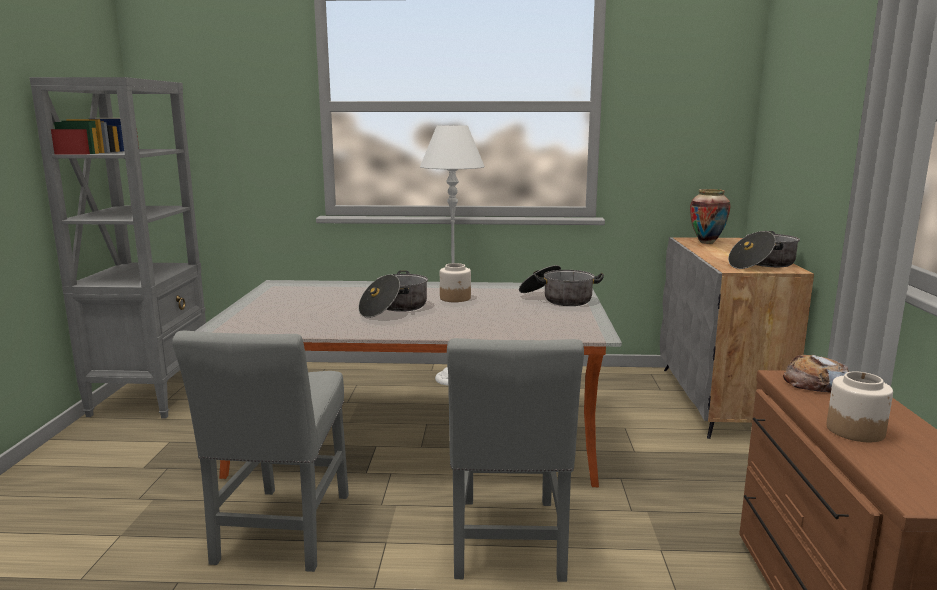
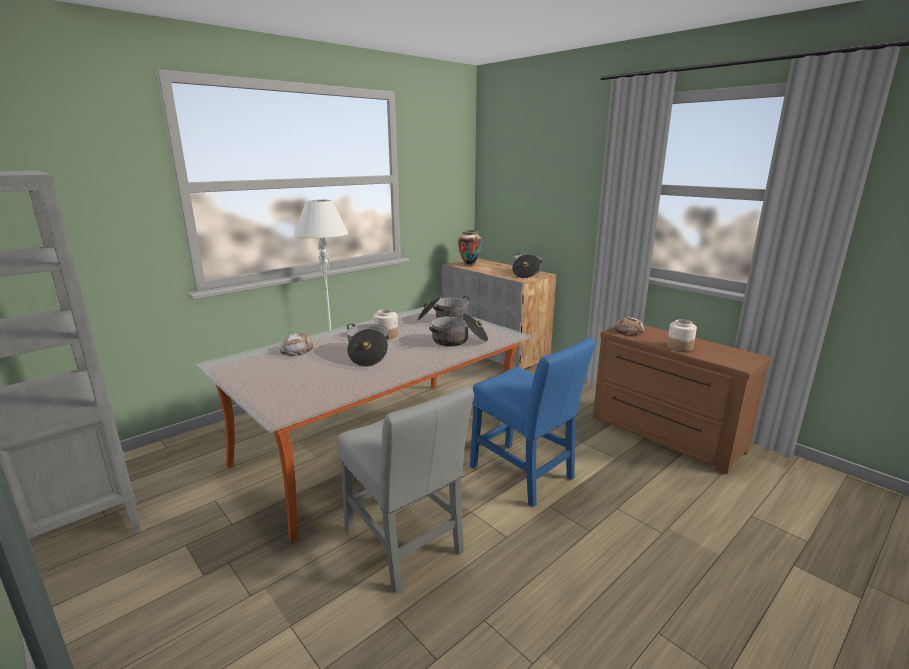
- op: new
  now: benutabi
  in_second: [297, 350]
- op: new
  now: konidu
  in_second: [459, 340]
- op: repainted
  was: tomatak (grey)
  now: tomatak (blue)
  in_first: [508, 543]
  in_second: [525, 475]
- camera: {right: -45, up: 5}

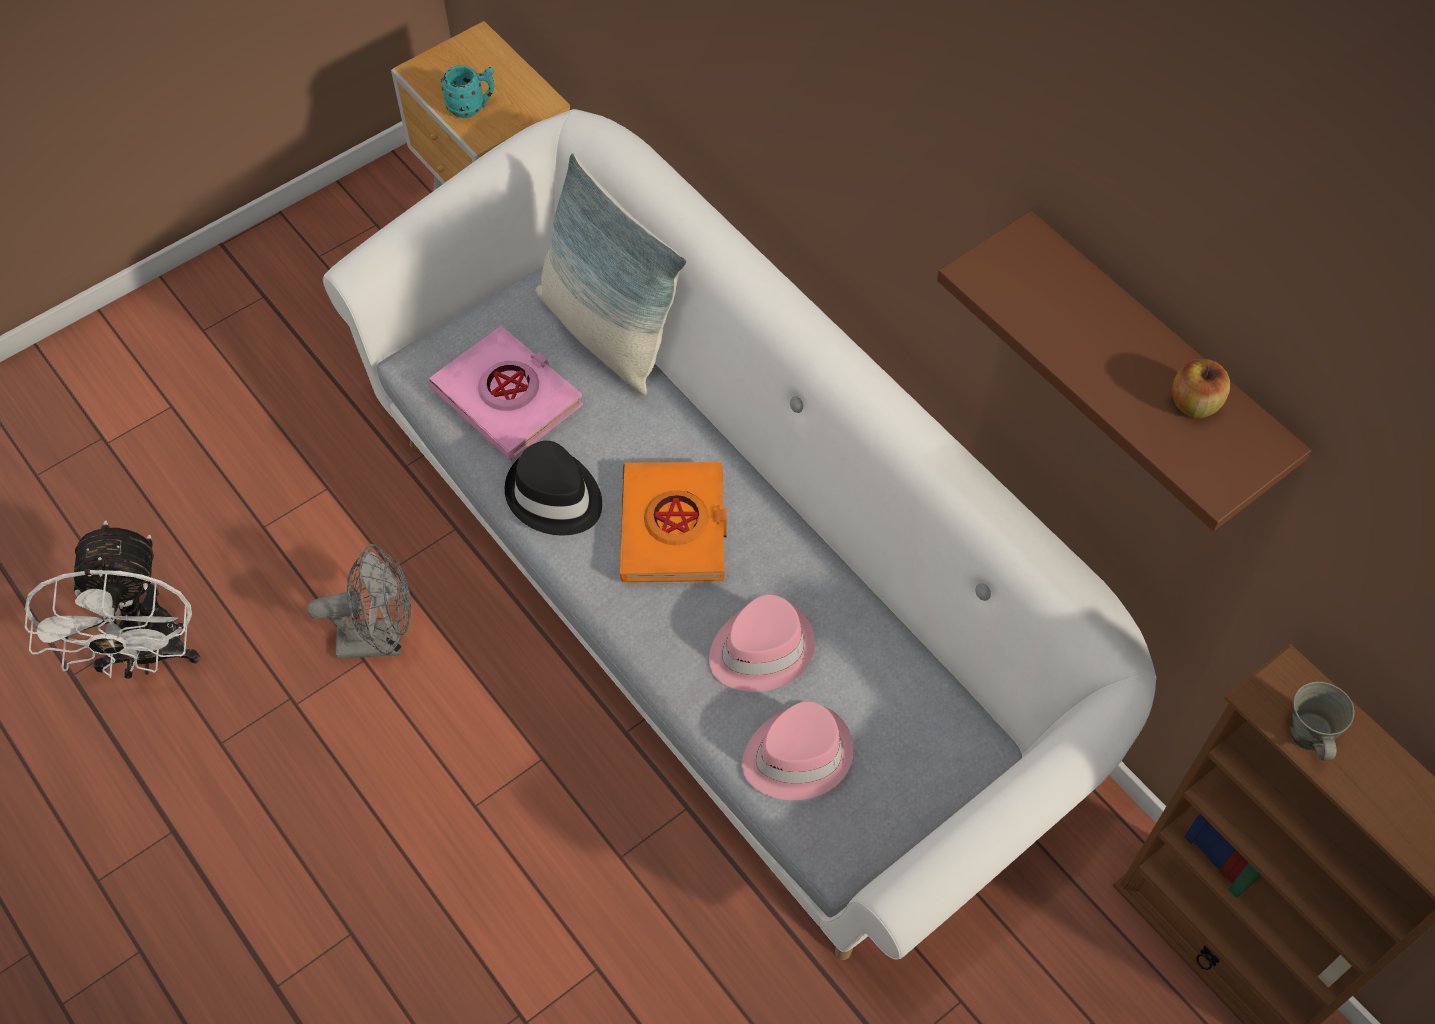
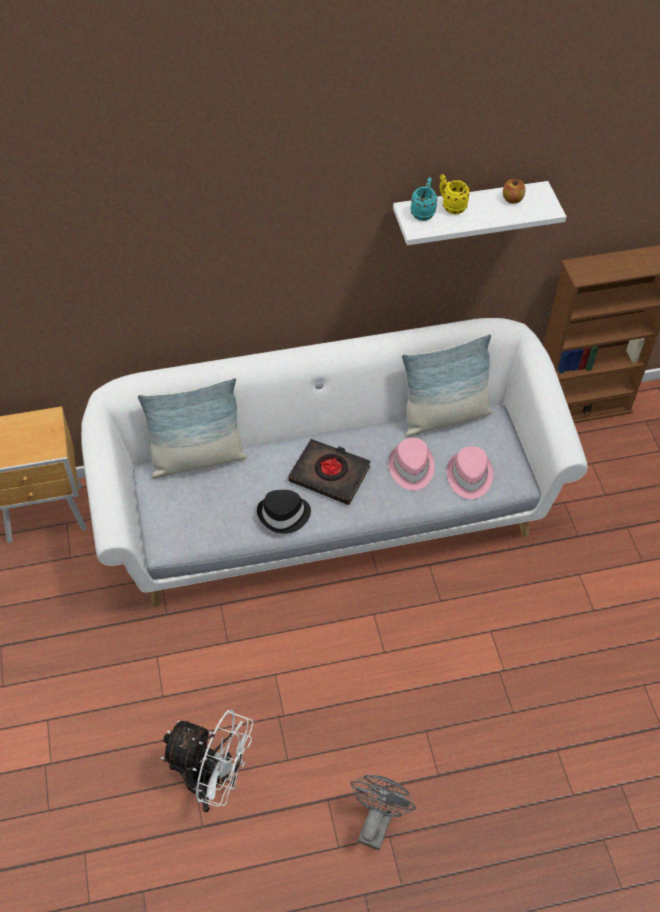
- op: repainted
  was: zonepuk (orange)
  now: zonepuk (black)
  in_first: [674, 528]
  in_second: [330, 474]
- op: shifted
  was: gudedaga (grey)
  in_first: [381, 640]
  in_second: [376, 821]
- op: repainted
  was: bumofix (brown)
  now: bumofix (white)
  in_first: [1149, 365]
  in_second: [468, 213]
- op: new
  now: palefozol
  in_second: [444, 417]
- op: shifted
  was: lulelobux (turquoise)
  in_first: [472, 107]
  in_second: [423, 212]
- op: new
  now: lulelobux (yellow)
  in_second: [451, 206]
- op: gone
  was: zonepuk (pink)
  in_first: [508, 398]
- op: gone
  was: lulelobux (grey)
  in_first: [1309, 735]
- camera: {right: -65, up: -5}

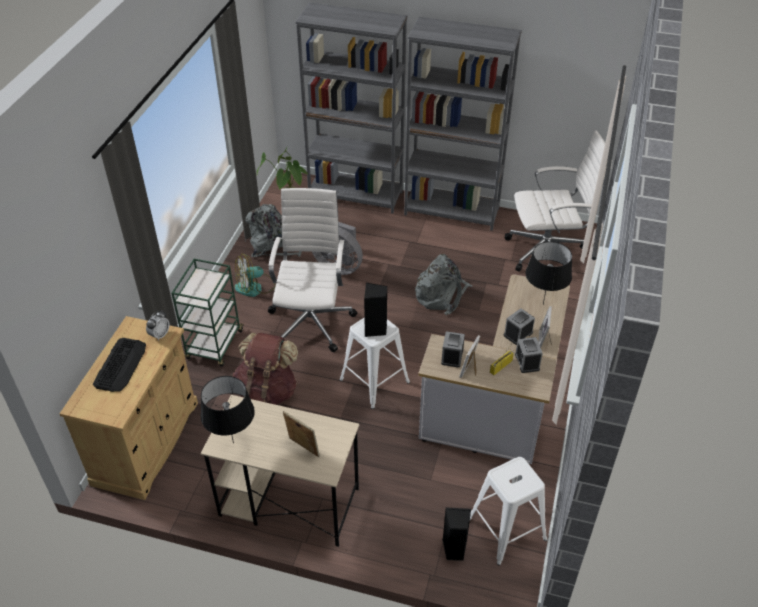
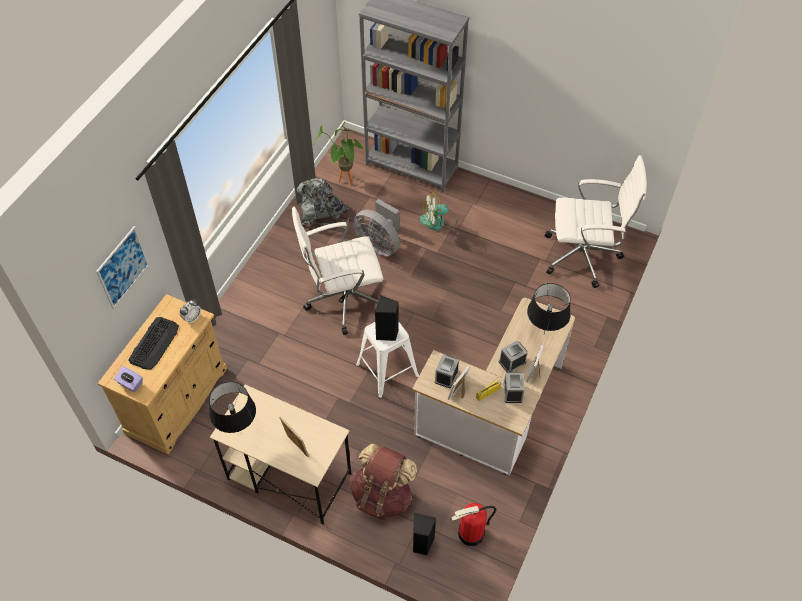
- op: new
  now: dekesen
  in_second: [123, 267]
- op: new
  now: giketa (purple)
  in_second: [130, 384]
- op: rotated
  was: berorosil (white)
  in_first: [312, 320]
  in_second: [343, 299]
  clockwise: -120
- op: shifted
  was: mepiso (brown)
  in_first: [267, 391]
  in_second: [382, 495]
- op: shifted
  was: gudedaga
  in_first: [255, 287]
  in_second: [438, 221]
- op: swapped
  was: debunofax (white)
  now: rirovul
  in_first: [506, 530]
  in_second: [471, 534]
- op: gone
  was: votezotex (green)
  in_first: [214, 345]
- op: gone
  was: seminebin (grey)
  in_first: [452, 211]
- op: gone
  was: mepiso (grey)
  in_first: [441, 295]
- camera: {right: 10, up: 10}

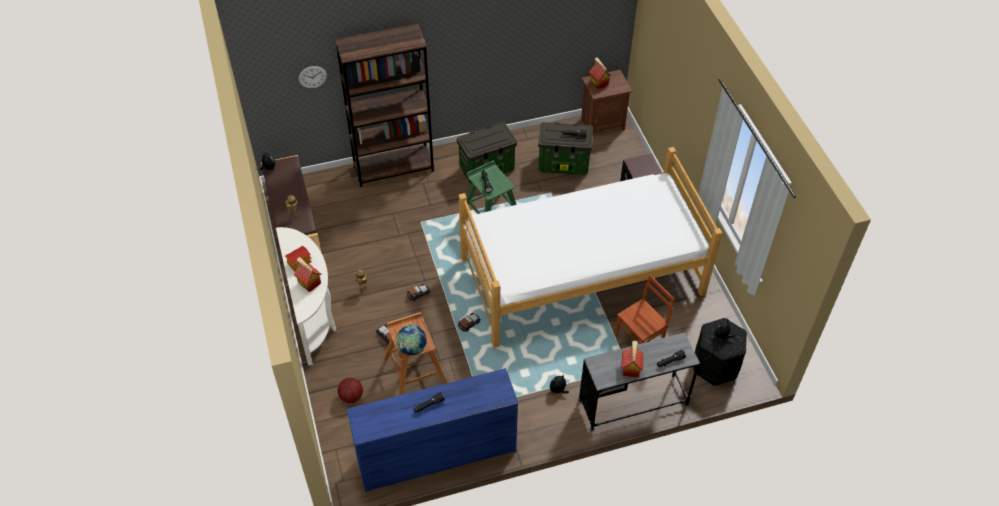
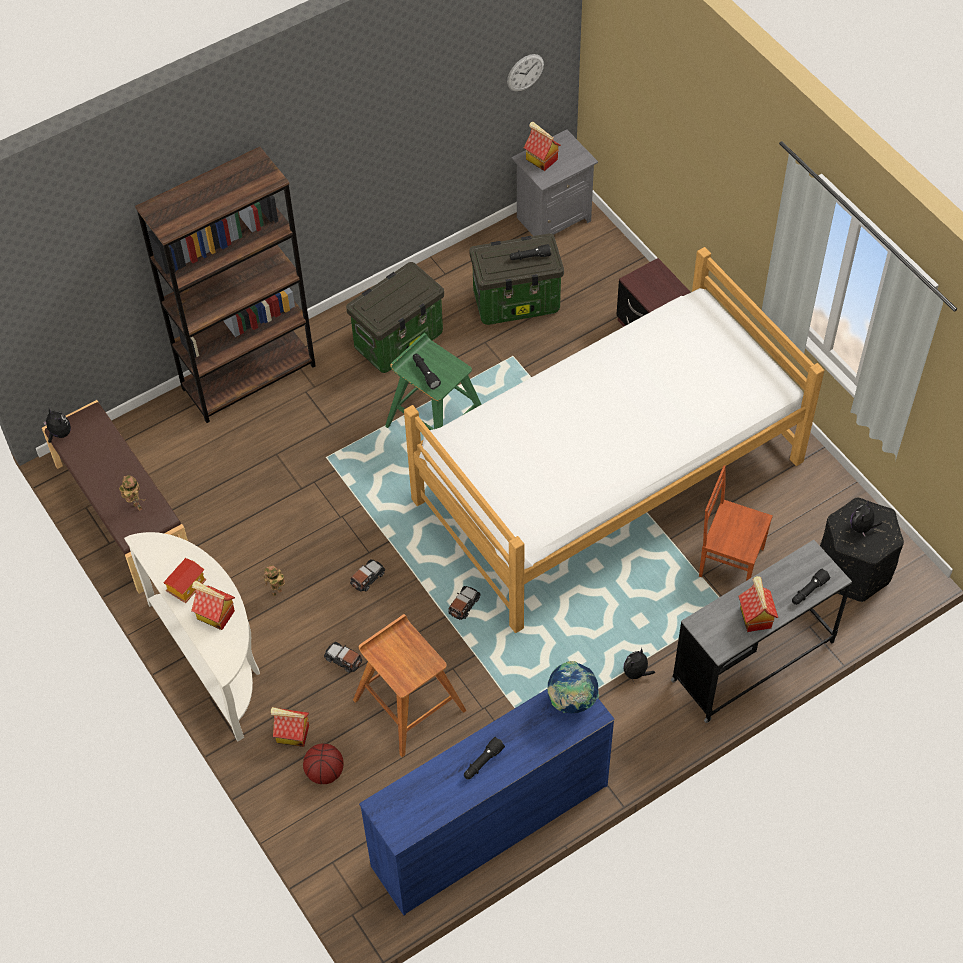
- op: new
  now: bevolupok
  in_second: [292, 734]
- op: shifted
  was: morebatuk
  in_first: [312, 77]
  in_second: [525, 72]
- op: repainted
  was: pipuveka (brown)
  now: pipuveka (grey)
  in_first: [602, 123]
  in_second: [552, 219]
- op: shifted
  was: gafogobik
  in_first: [411, 349]
  in_second: [571, 700]
- op: rotated
  was: tomatak (brown)
  in_first: [639, 340]
  in_second: [730, 561]
  clockwise: -105
- camera: {right: -15, up: 5}

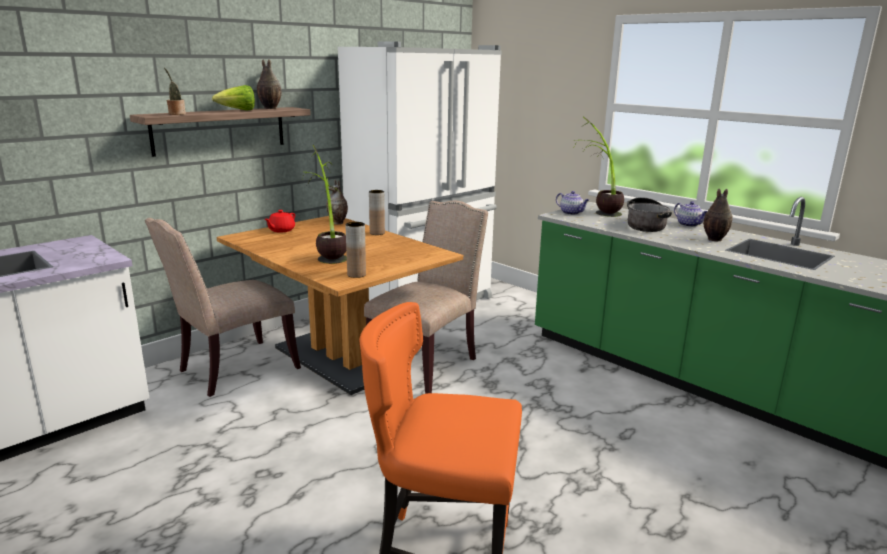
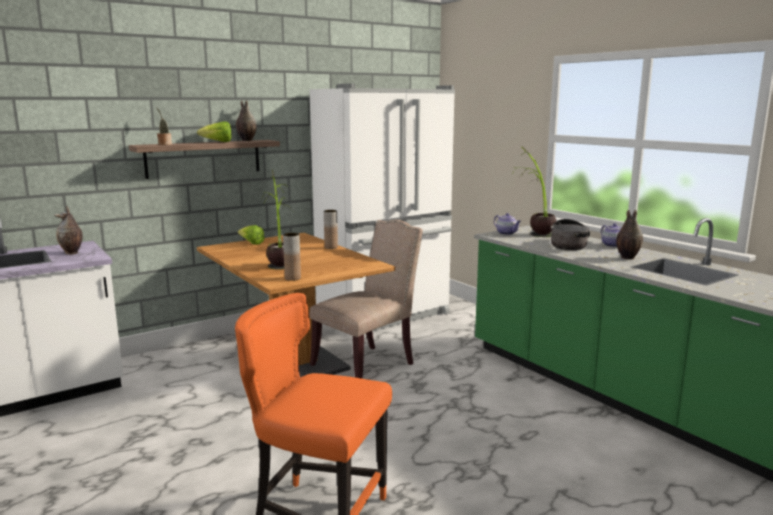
- op: shifted
  was: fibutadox
  in_first: [338, 223]
  in_second: [72, 253]
- op: swapped
  was: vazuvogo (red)
  now: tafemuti
  in_first: [281, 230]
  in_second: [251, 243]
- op: gone
  was: tomatak (beige)
  in_first: [234, 370]
- camera: {right: 10, up: -5}

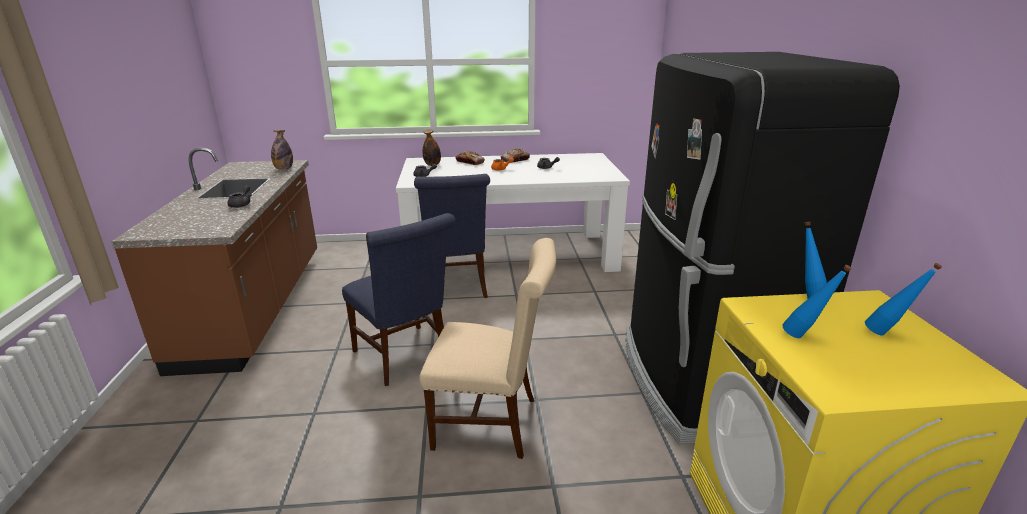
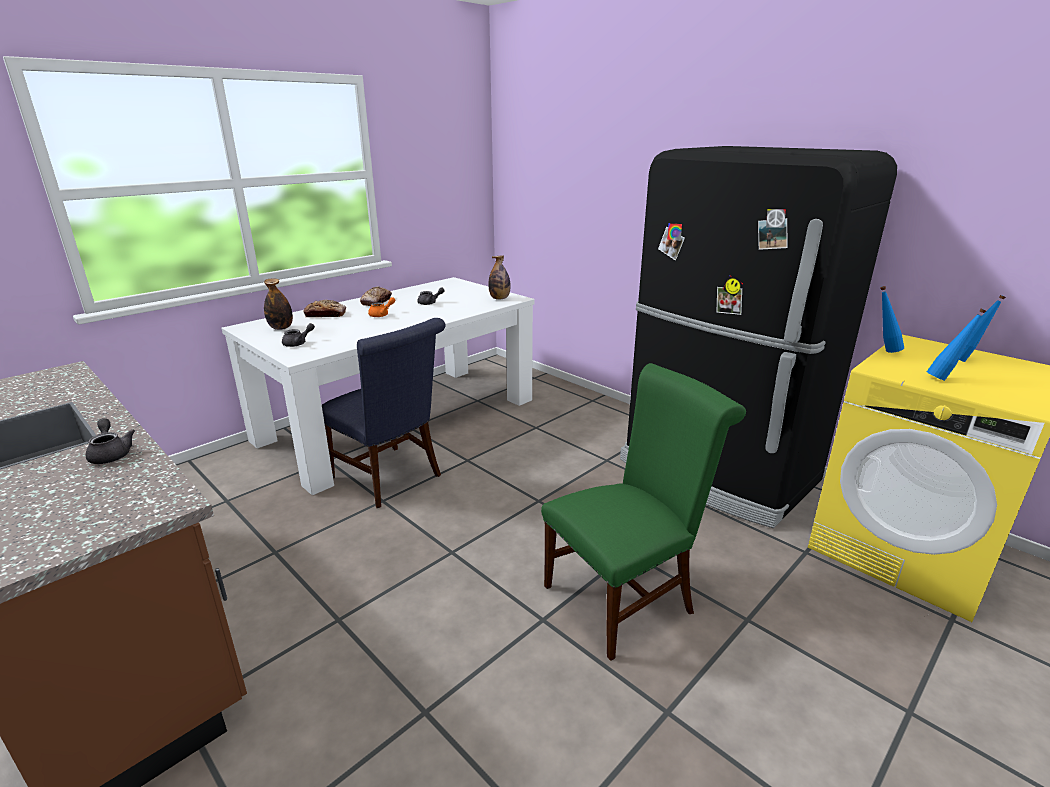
- op: shifted
  was: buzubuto
  in_first: [284, 169]
  in_second: [499, 298]
- op: repainted
  was: tomatak (beige)
  now: tomatak (green)
  in_first: [493, 422]
  in_second: [625, 596]
- op: gone
  was: tomatak (blue)
  in_first: [405, 357]
- camera: {right: -40, up: 0}

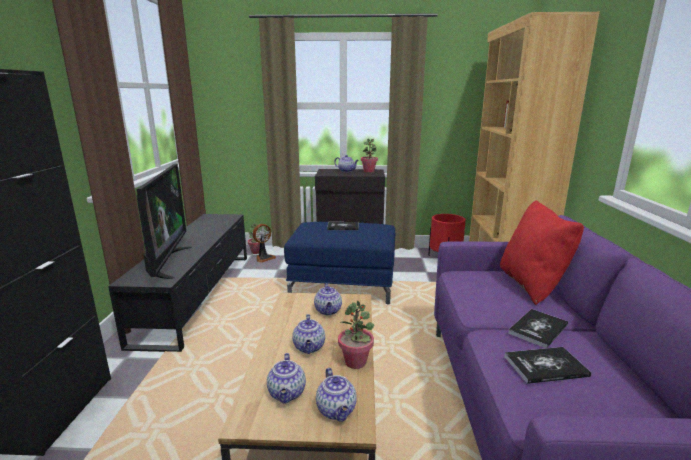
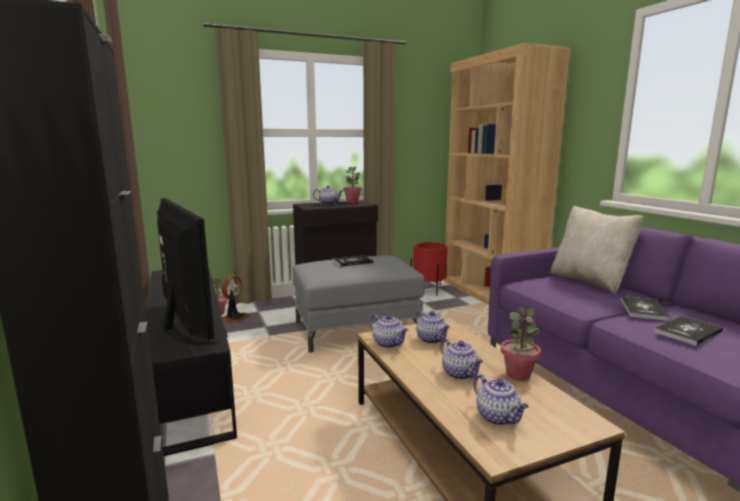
- op: repainted
  was: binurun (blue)
  now: binurun (grey)
  in_first: [343, 285]
  in_second: [356, 329]
- op: shifted
  was: vazuvogo
  in_first: [337, 411]
  in_second: [389, 343]
- op: repainted
  was: palefozol (red)
  now: palefozol (beige)
  in_first: [532, 285]
  in_second: [589, 281]
- camera: {right: -25, up: -5}

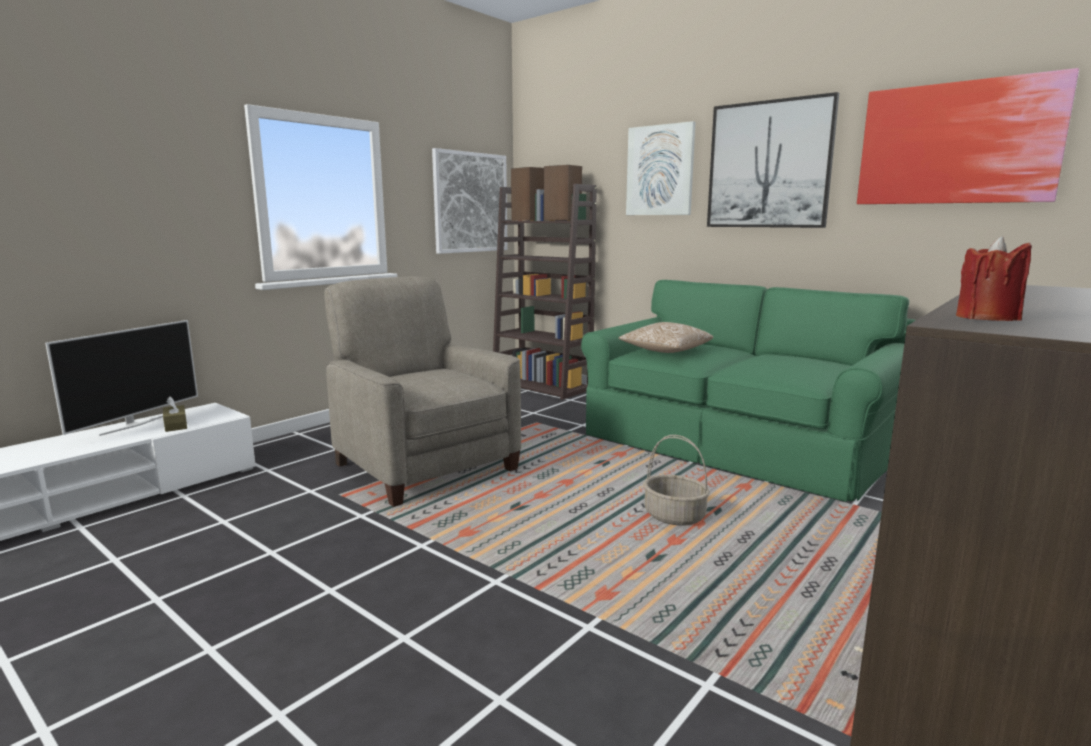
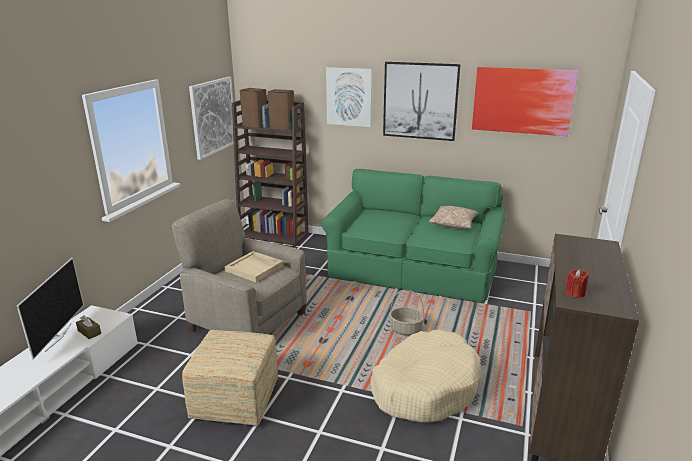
- op: new
  now: binurun
  in_second: [235, 401]
- op: new
  now: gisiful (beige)
  in_second: [255, 268]
- op: new
  now: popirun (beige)
  in_second: [425, 387]
- op: shifted
  was: palefozol
  in_first: [665, 351]
  in_second: [453, 225]
- camera: {right: -20, up: 10}

